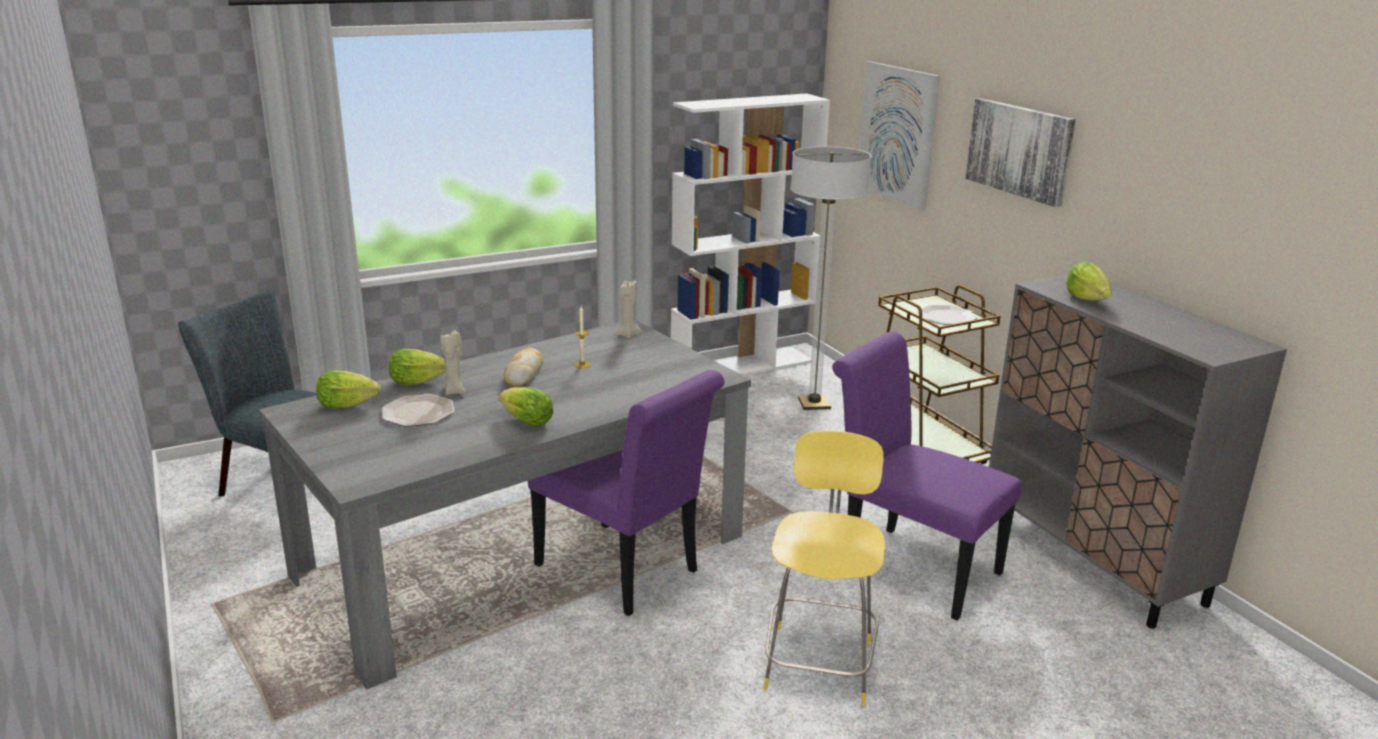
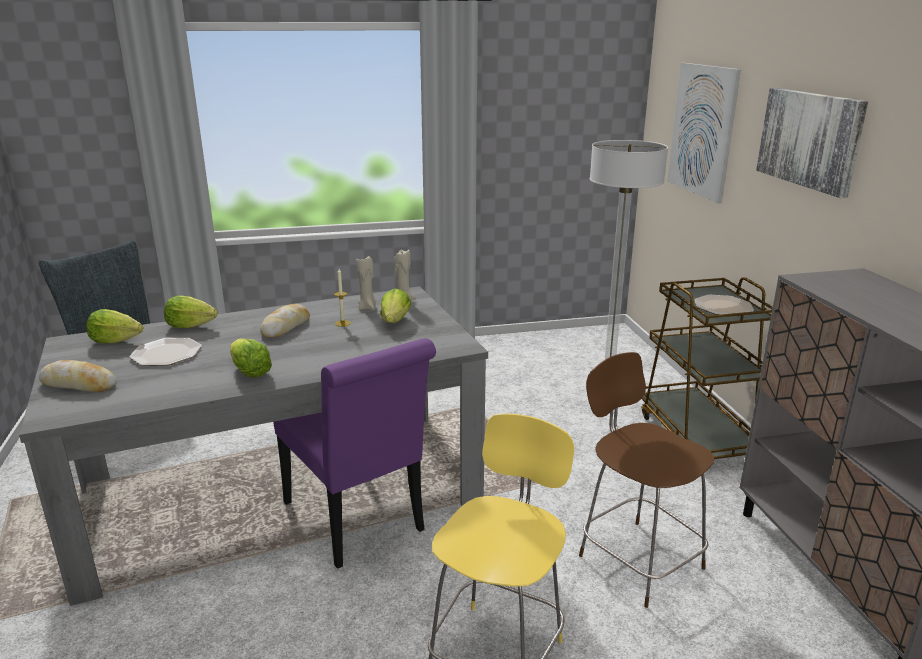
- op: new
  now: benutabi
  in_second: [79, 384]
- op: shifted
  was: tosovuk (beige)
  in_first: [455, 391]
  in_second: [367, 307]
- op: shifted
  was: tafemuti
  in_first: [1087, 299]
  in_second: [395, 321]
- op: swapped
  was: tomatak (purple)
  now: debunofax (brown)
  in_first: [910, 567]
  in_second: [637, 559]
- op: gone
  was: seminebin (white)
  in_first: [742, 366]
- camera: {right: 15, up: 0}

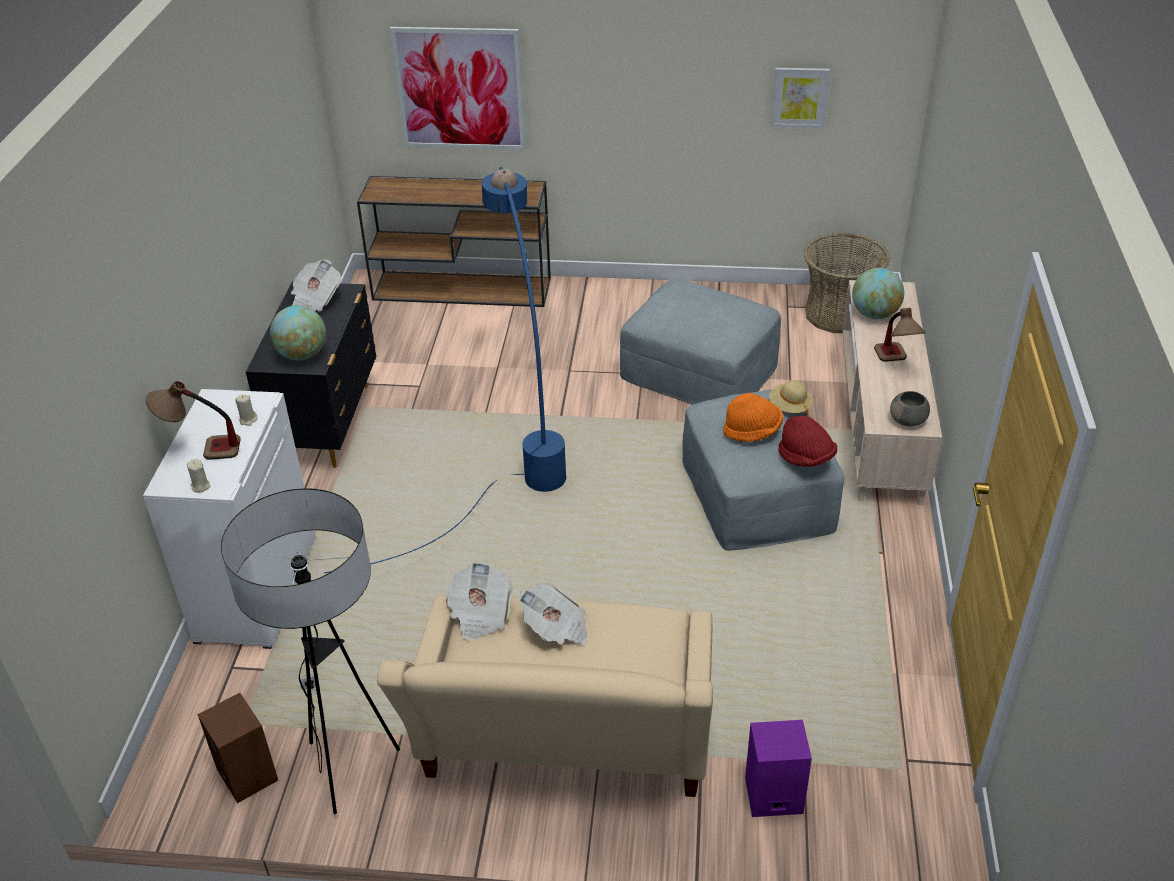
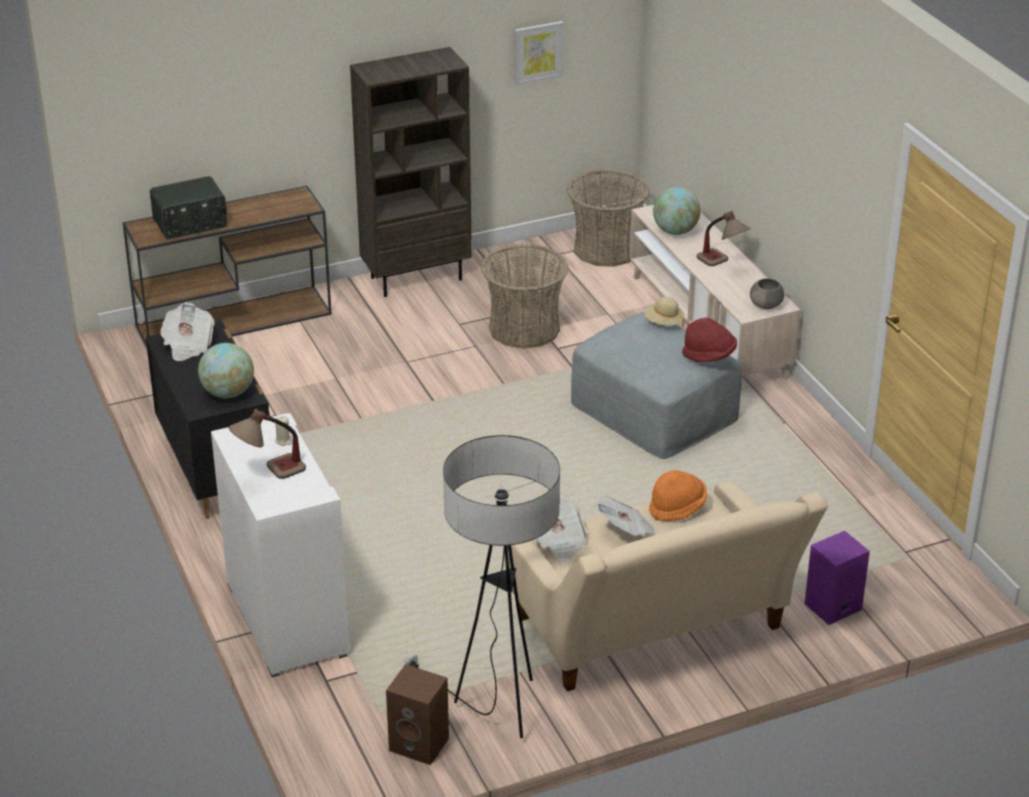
- op: new
  now: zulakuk
  in_second: [190, 224]
- op: new
  now: seminebin (brown)
  in_second: [416, 278]
- op: swapped
  was: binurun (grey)
  now: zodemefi
  in_first: [700, 370]
  in_second: [524, 329]
- op: shifted
  was: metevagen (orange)
  in_first: [752, 431]
  in_second: [677, 508]
- op: gone
  was: tosovuk (beige)
  in_first: [200, 486]
- op: gone
  was: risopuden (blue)
  in_first: [513, 451]
- op: gone
  was: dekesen
  in_first: [459, 89]
- camera: {right: -30, up: -5}

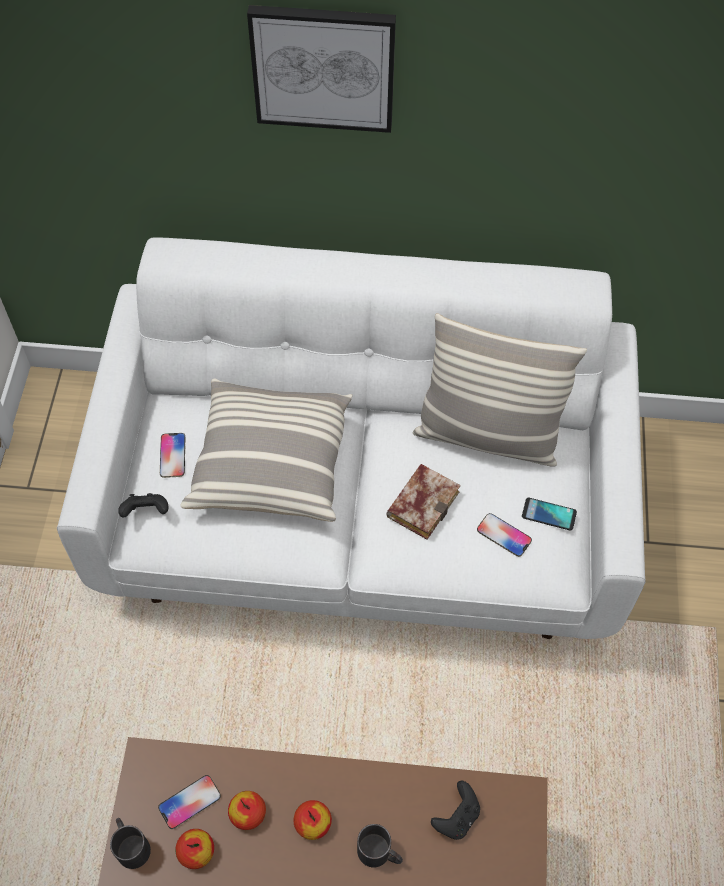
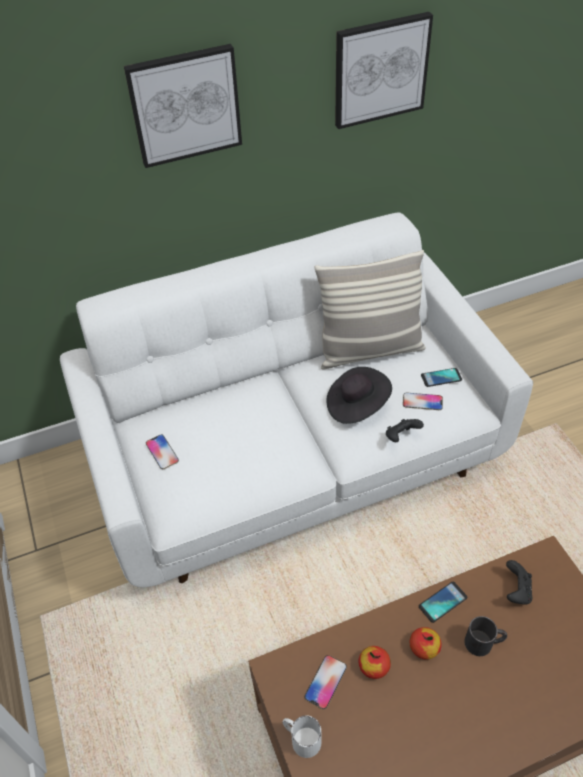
- op: repainted
  was: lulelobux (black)
  now: lulelobux (white)
  in_first: [131, 844]
  in_second: [301, 738]
- op: swapped
  was: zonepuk
  now: metevagen (black)
  in_first: [422, 502]
  in_second: [356, 405]
- op: new
  now: dekesen
  in_second: [380, 70]
- op: shifted
  was: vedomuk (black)
  in_first: [146, 512]
  in_second: [401, 437]
- op: new
  now: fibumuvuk
  in_second: [442, 602]
- op: gone
  was: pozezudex
  in_first: [196, 851]
- op: gone
  was: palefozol
  in_first: [271, 463]
- camera: {right: -25, up: -10}

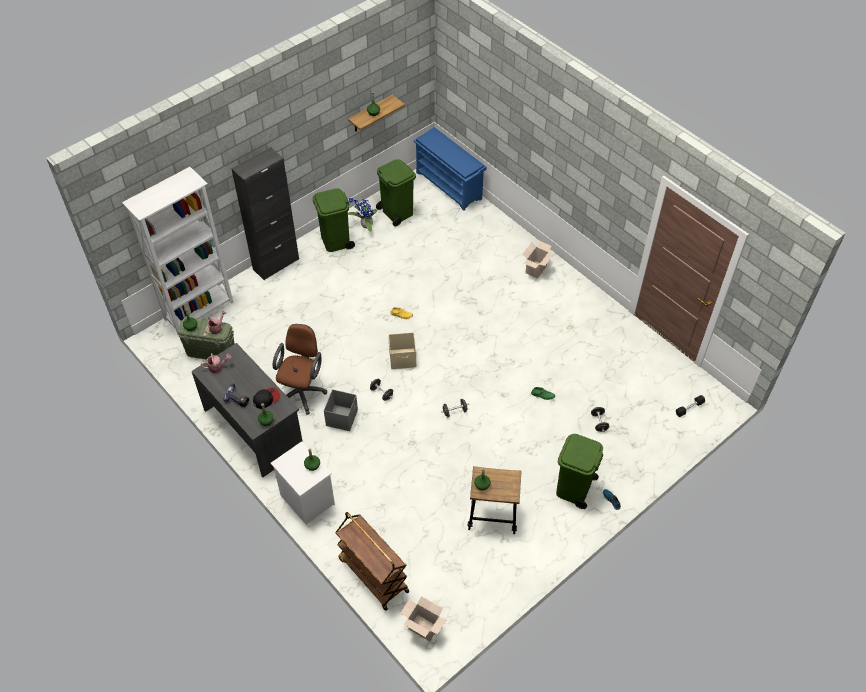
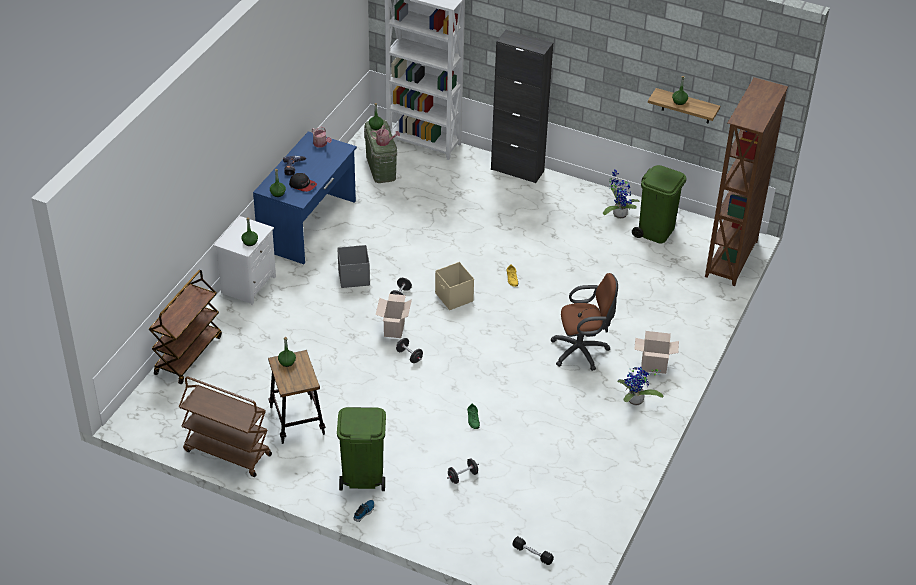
- op: new
  now: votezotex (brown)
  in_second: [227, 453]
- op: repainted
  was: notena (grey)
  now: notena (blue)
  in_first: [254, 428]
  in_second: [308, 225]
- op: shifted
  was: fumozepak
  in_first: [422, 628]
  in_second: [393, 328]
- op: shifted
  was: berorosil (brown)
  in_first: [302, 391]
  in_second: [582, 351]
- op: new
  now: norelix
  in_second: [635, 402]
- op: swapped
  was: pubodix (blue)
  now: seminebin (brown)
  in_first: [449, 186]
  in_second: [730, 259]
- op: gone
  was: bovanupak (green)
  in_first: [336, 241]
- camera: {right: 65, up: -10}

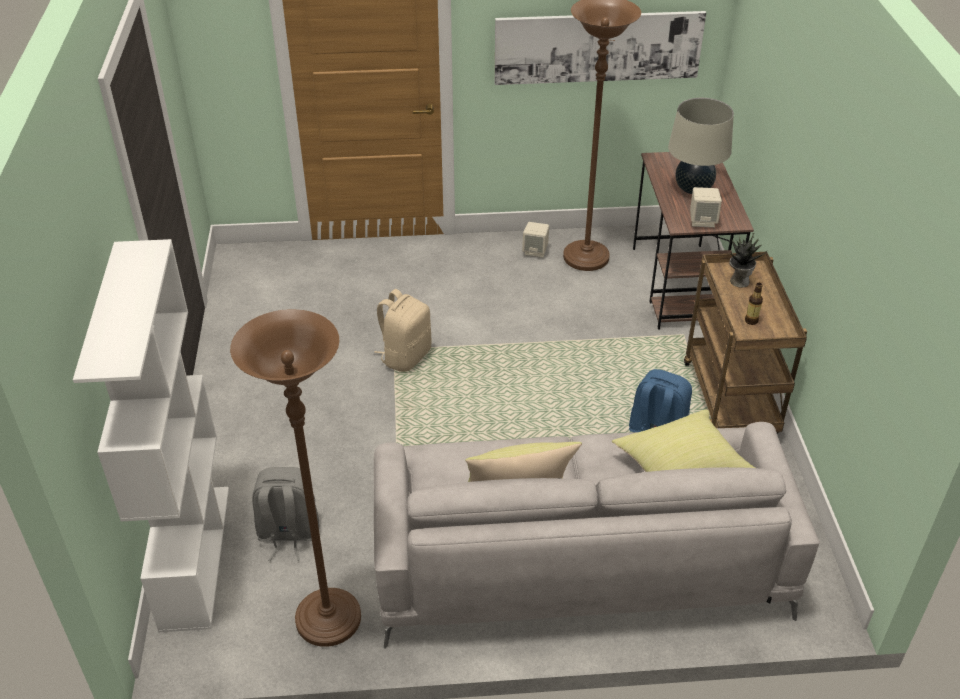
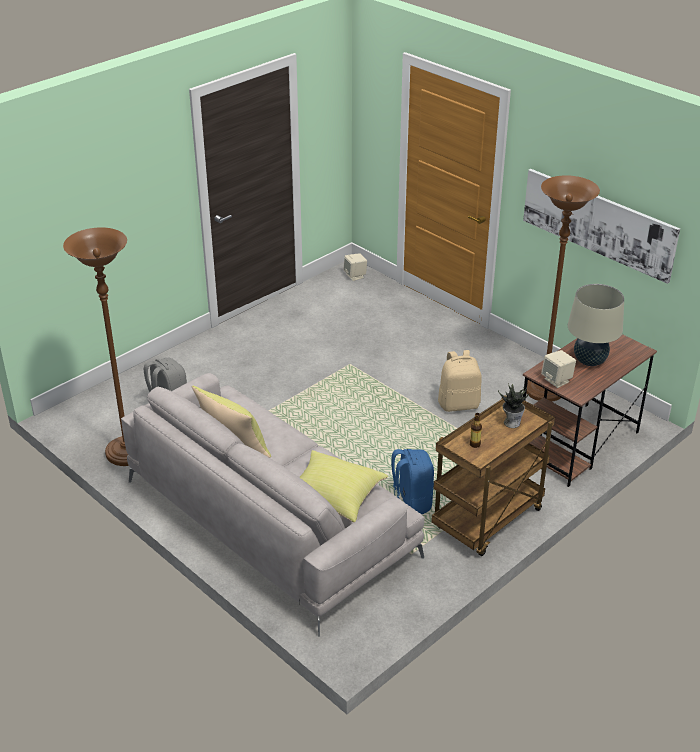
- op: shifted
  was: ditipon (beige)
  in_first: [535, 251]
  in_second: [355, 276]
- op: shifted
  was: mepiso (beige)
  in_first: [405, 356]
  in_second: [459, 404]
- op: gone
  was: seminebin (white)
  in_first: [194, 555]
- camera: {right: 50, up: -5}

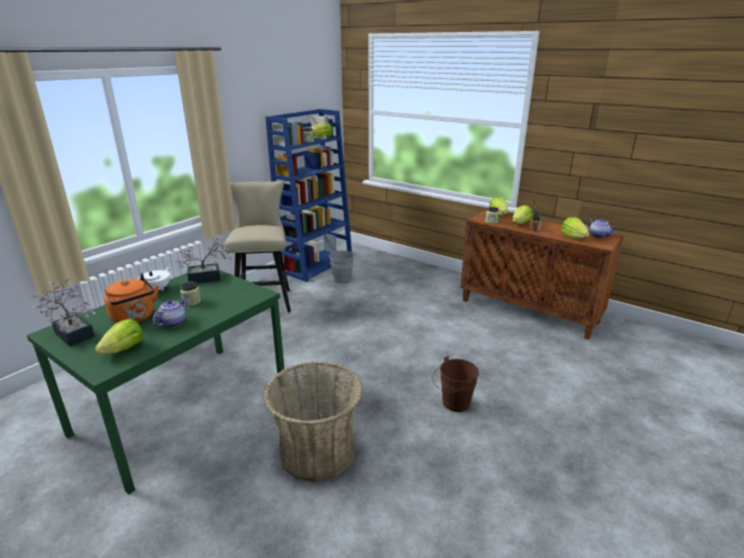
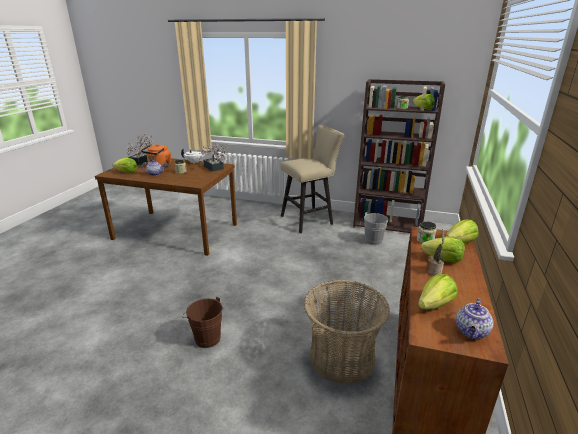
- op: repainted
  was: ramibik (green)
  now: ramibik (brown)
  in_first: [183, 407]
  in_second: [177, 231]
- op: shifted
  was: zodemefi
  in_first: [317, 452]
  in_second: [341, 358]
- op: repainted
  was: seminebin (blue)
  now: seminebin (brown)
  in_first: [317, 264]
  in_second: [388, 224]
- camera: {right: 70, up: 0}

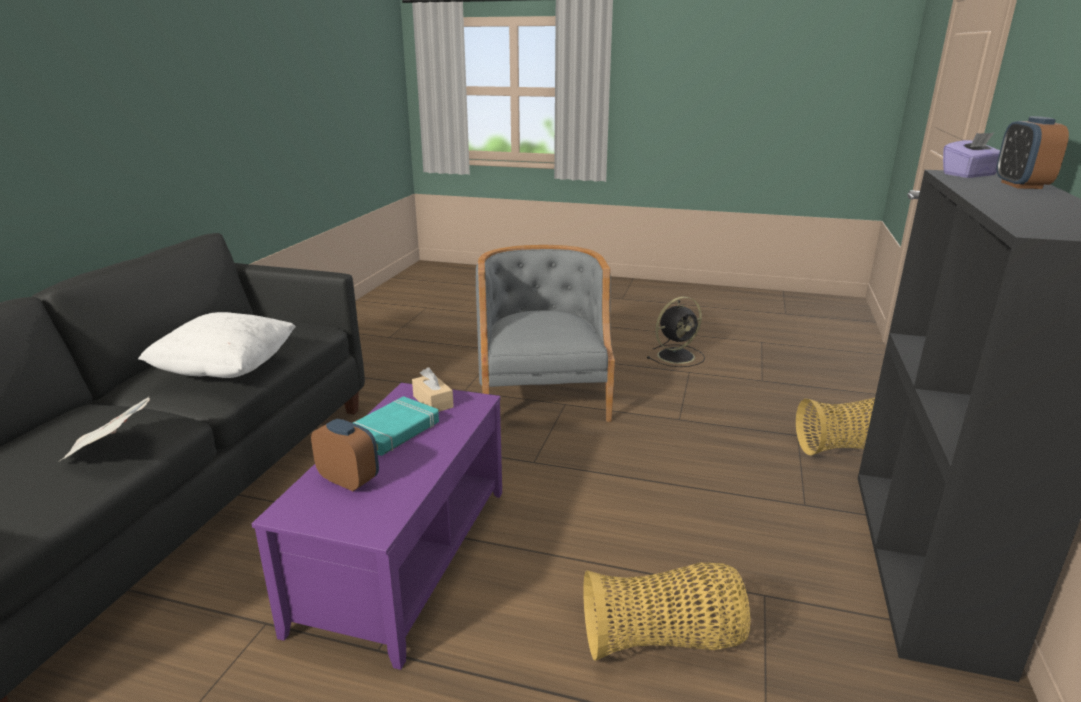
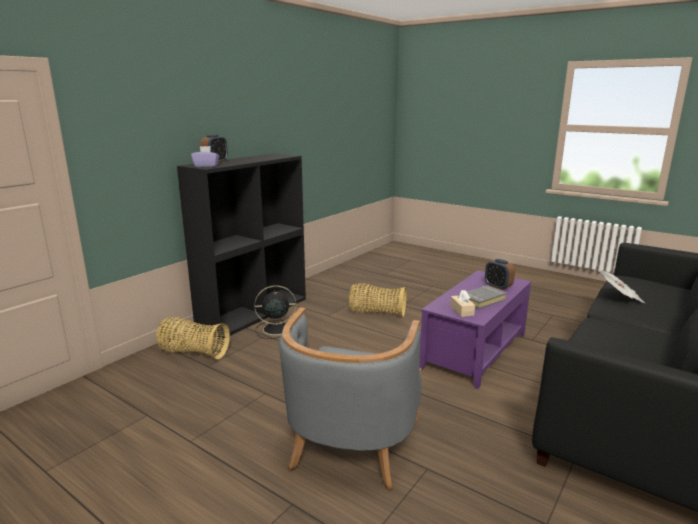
- op: shifted
  was: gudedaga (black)
  in_first: [677, 356]
  in_second: [275, 329]
- op: repainted
  was: zonepuk (turquoise)
  now: zonepuk (grey)
  in_first: [394, 431]
  in_second: [482, 300]
- op: gone
  was: palefozol (white)
  in_first: [227, 371]
- camera: {right: -160, up: -5}

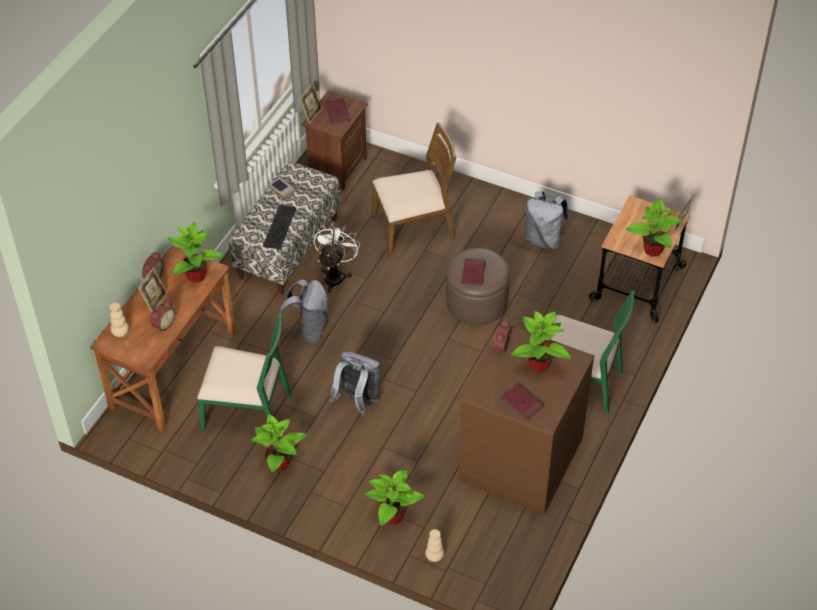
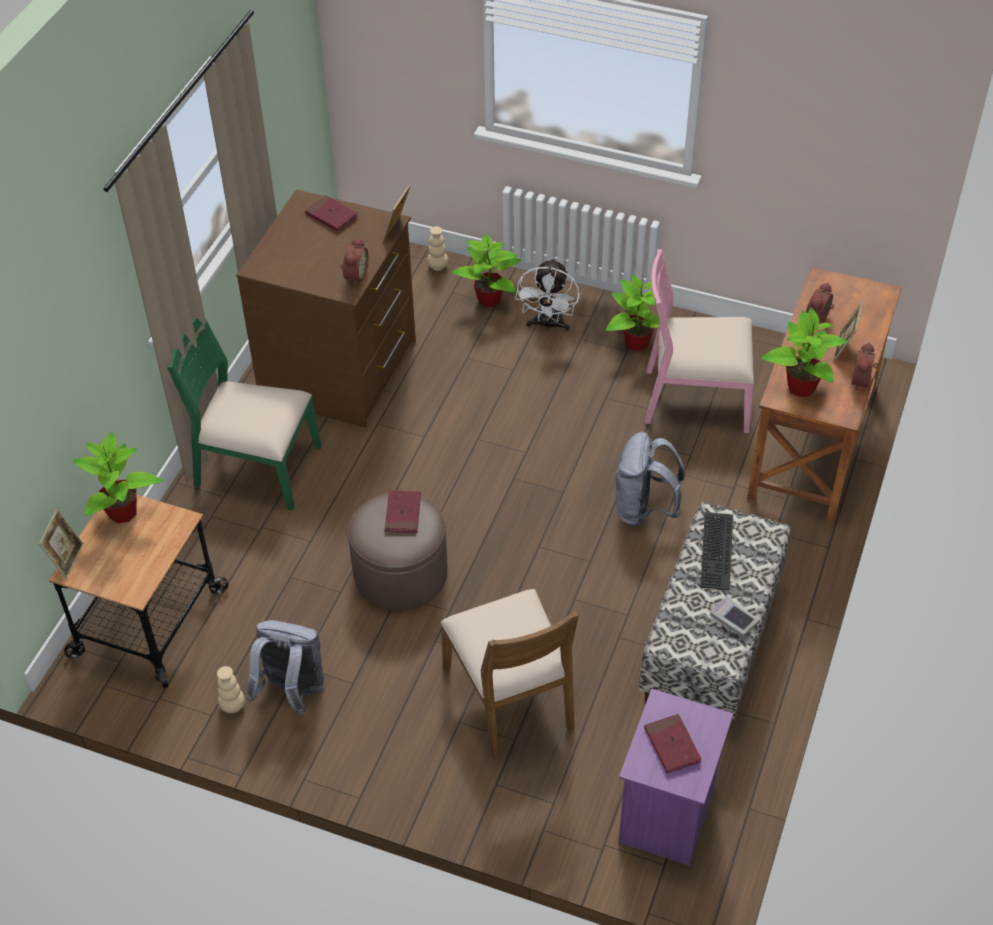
- op: shifted
  was: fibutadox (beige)
  in_first: [120, 333]
  in_second: [233, 706]
- op: shifted
  was: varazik
  in_first: [311, 114]
  in_second: [397, 230]
- op: rotated
  was: tomatak (brown)
  in_first: [414, 228]
  in_second: [510, 696]
  clockwise: -90
- op: shifted
  was: gudedaga (white)
  in_first: [335, 275]
  in_second: [548, 325]
- op: repainted
  was: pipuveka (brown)
  now: pipuveka (purple)
  in_first: [336, 168]
  in_second: [669, 816]
- op: repainted
  was: tomatak (green)
  now: tomatak (pink)
  in_first: [247, 411]
  in_second: [695, 398]
- op: gone
  was: mepiso (grey)
  in_first: [358, 402]
- op: gone
  was: norelix
  in_first: [539, 365]
- camera: {right: 175, up: 0}

